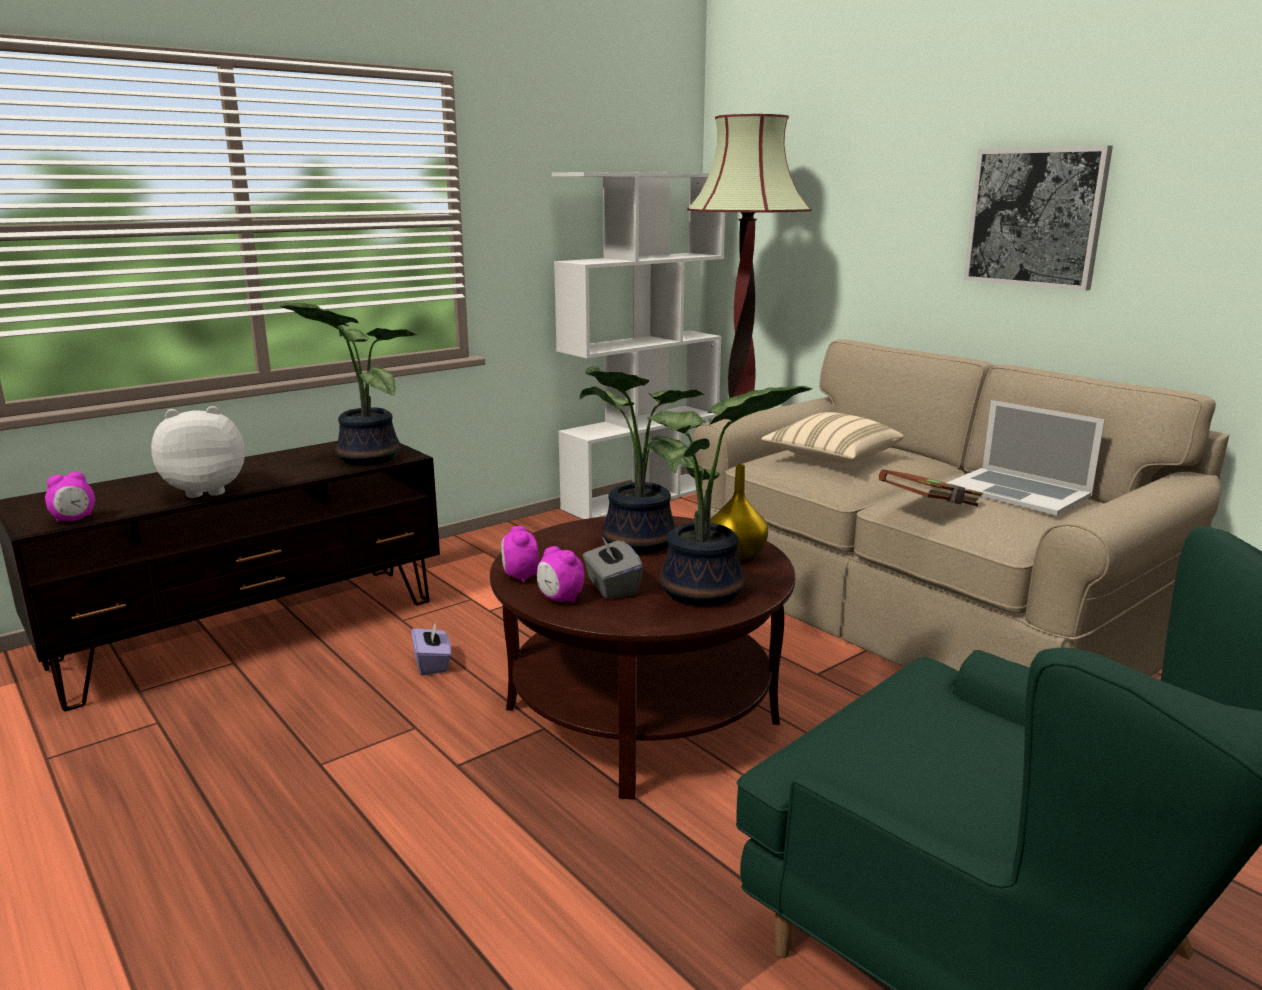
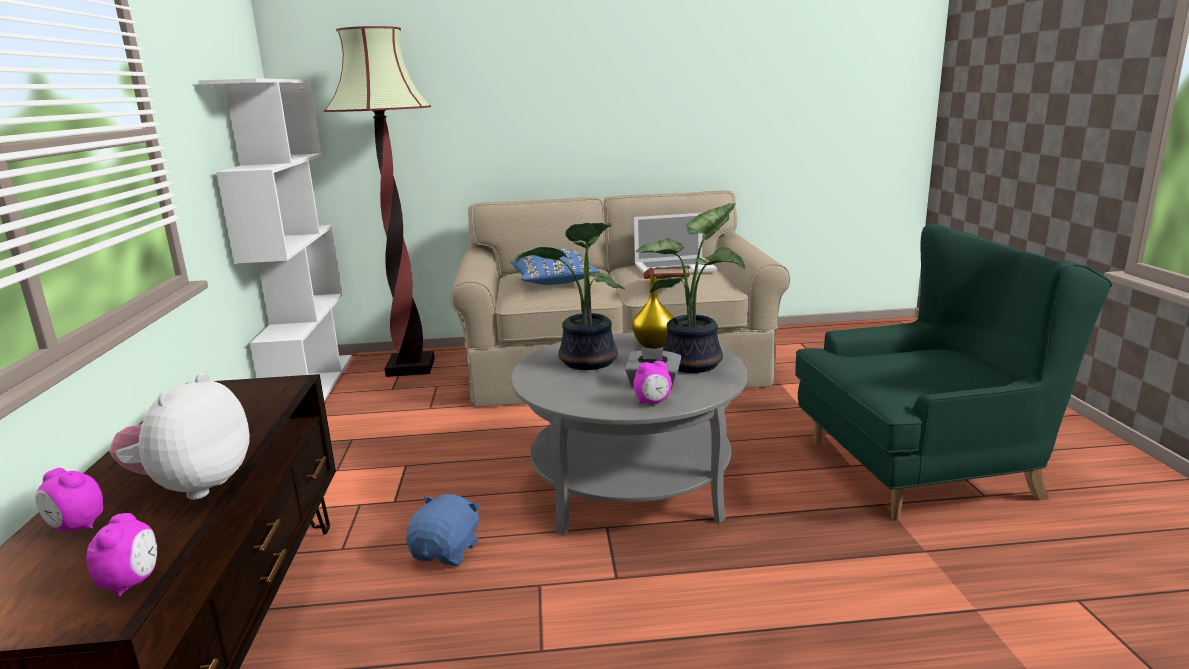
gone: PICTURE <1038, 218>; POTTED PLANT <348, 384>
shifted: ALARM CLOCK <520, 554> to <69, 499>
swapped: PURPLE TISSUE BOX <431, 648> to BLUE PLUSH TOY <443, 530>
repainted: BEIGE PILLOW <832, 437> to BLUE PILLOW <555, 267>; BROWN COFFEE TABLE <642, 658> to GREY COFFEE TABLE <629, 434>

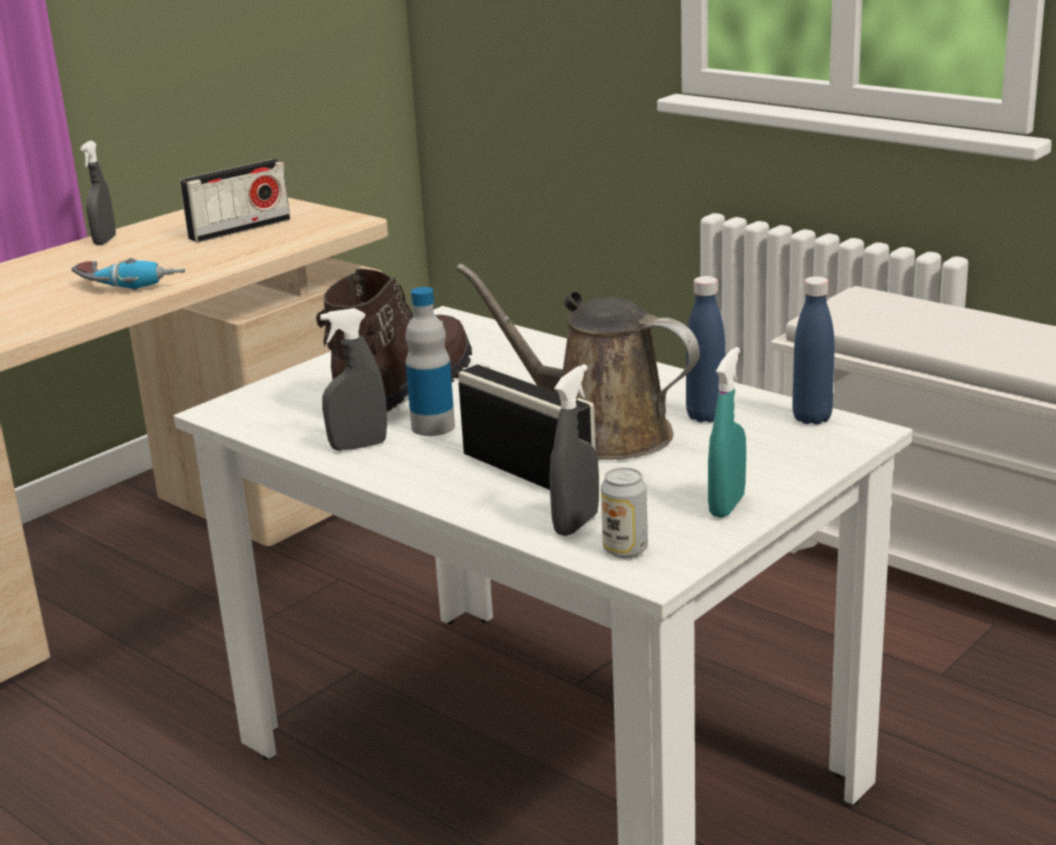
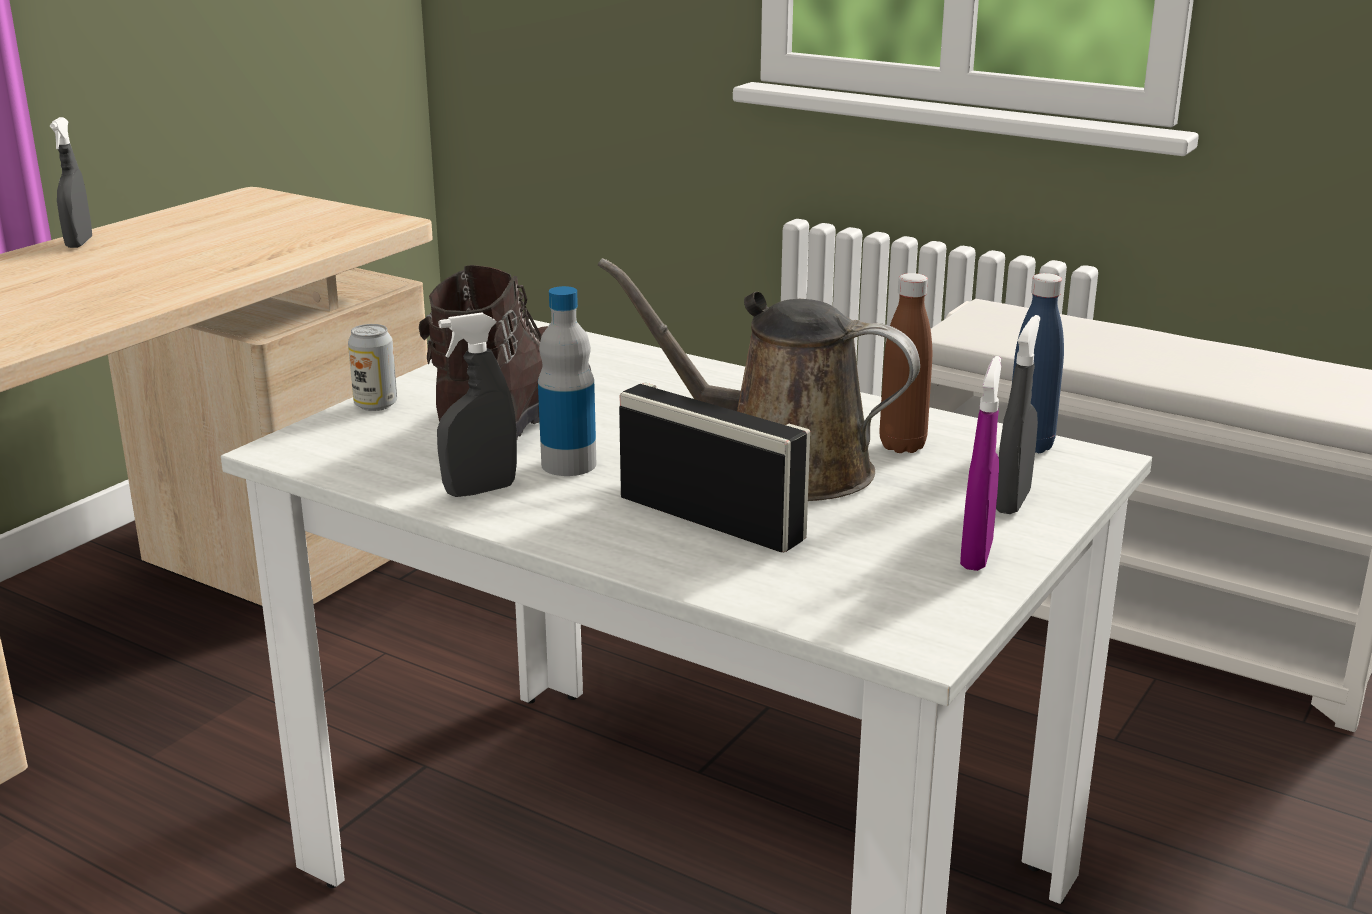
gone: RADIO <235, 200>; POWER DRILL <128, 274>
shifted: GREY SPRAY BOTTLE <574, 450> to <1018, 414>; CAN <624, 513> to <372, 367>
repainted: BLUE BOTTLE <705, 349> to BROWN BOTTLE <906, 363>; TURQUOISE SPRAY BOTTLE <727, 432> to PURPLE SPRAY BOTTLE <980, 463>

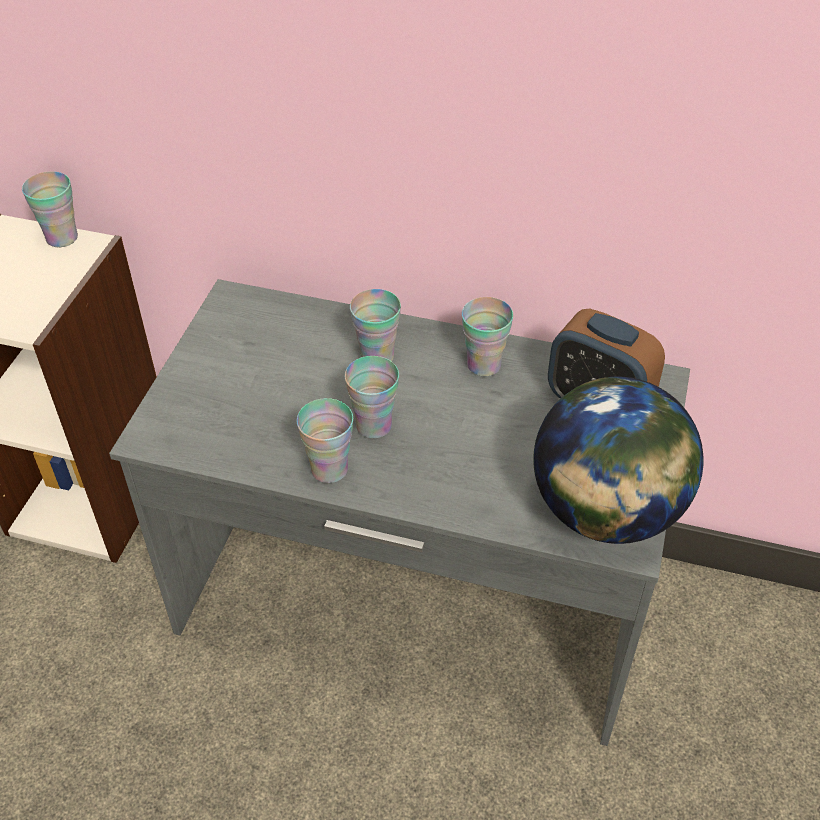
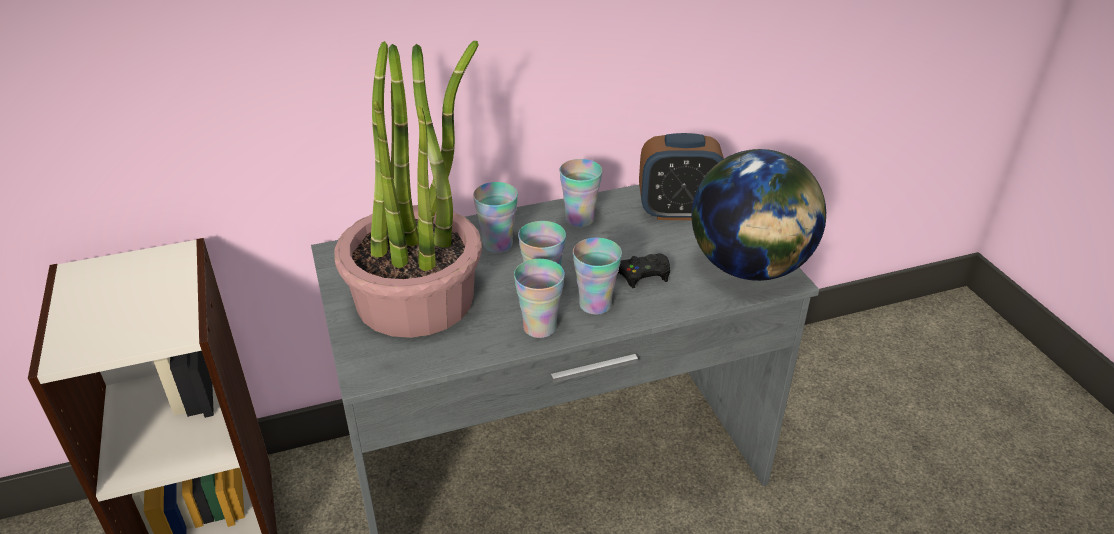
new: POTTED PLANT <408, 189>; BLACK GAME CONTROLLER <644, 271>
shifted: CUP <50, 209> to <597, 276>

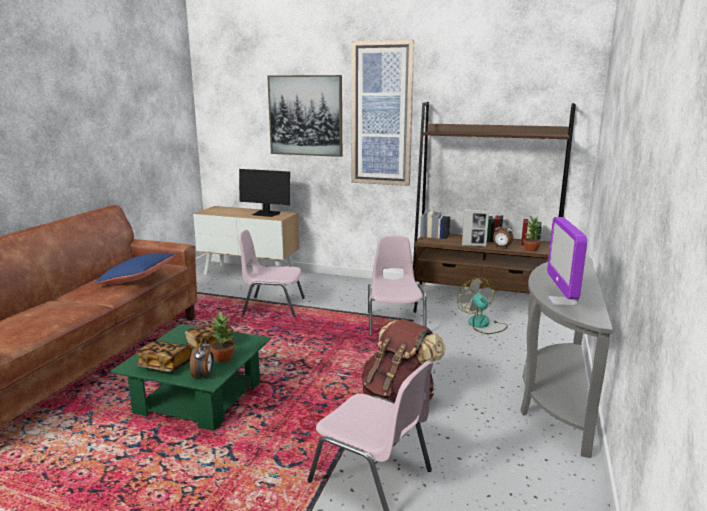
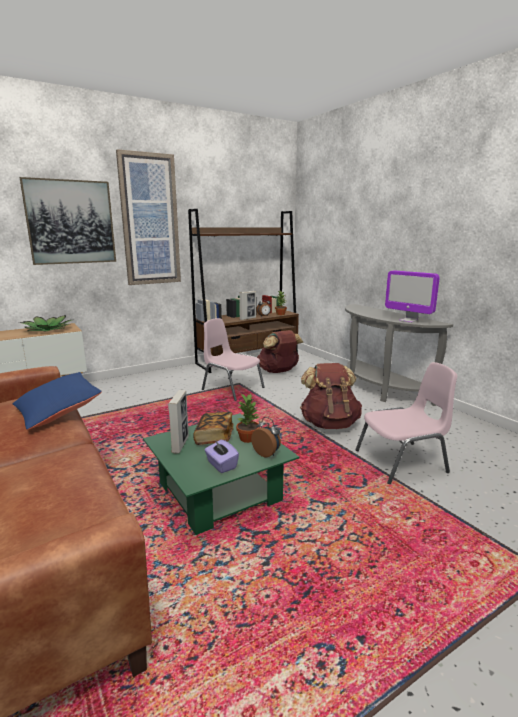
gone: PINK CHAIR <271, 273>
new: PICTURE FRAME <178, 422>
swapped: MONITOR <264, 193> to POTTED PLANT <46, 323>; FAN <482, 306> to BROWN BACKPACK <280, 351>; BOOK <164, 356> to PURPLE TISSUE BOX <221, 456>

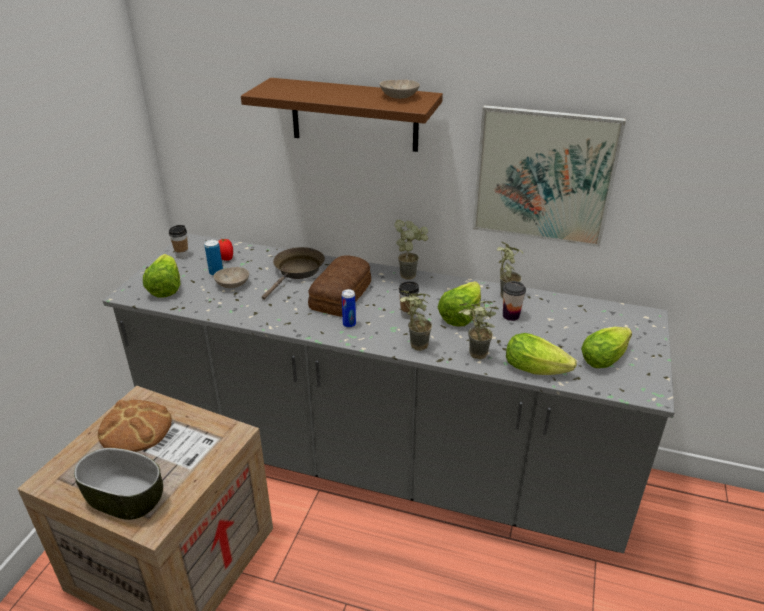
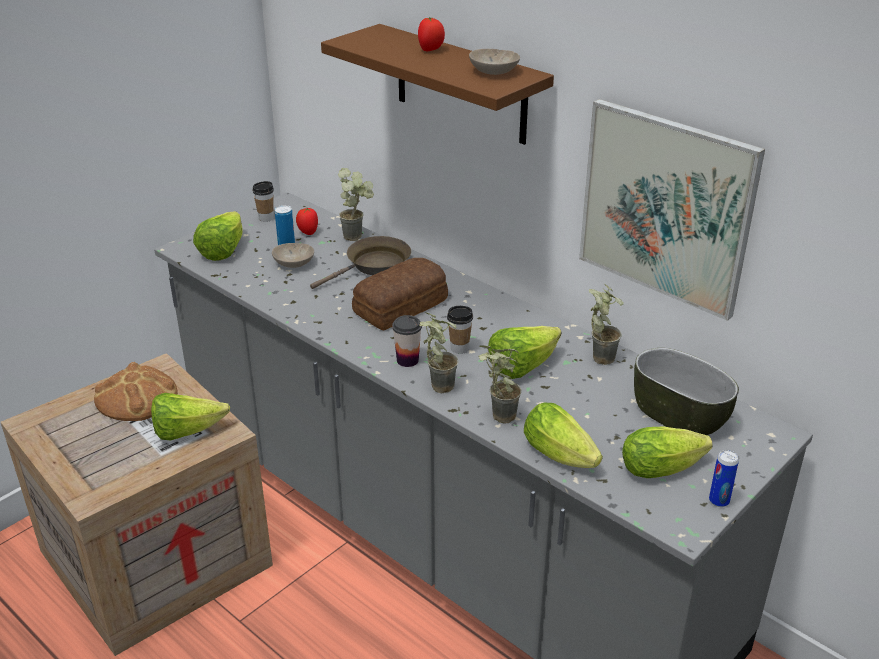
new: TOMATO <431, 34>; LETTUCE <190, 416>
shifted: POTTED PLANT <411, 250> to <356, 204>; CUP <514, 301> to <407, 341>; CAN <349, 308> to <724, 478>; BOWL <118, 484> to <686, 391>

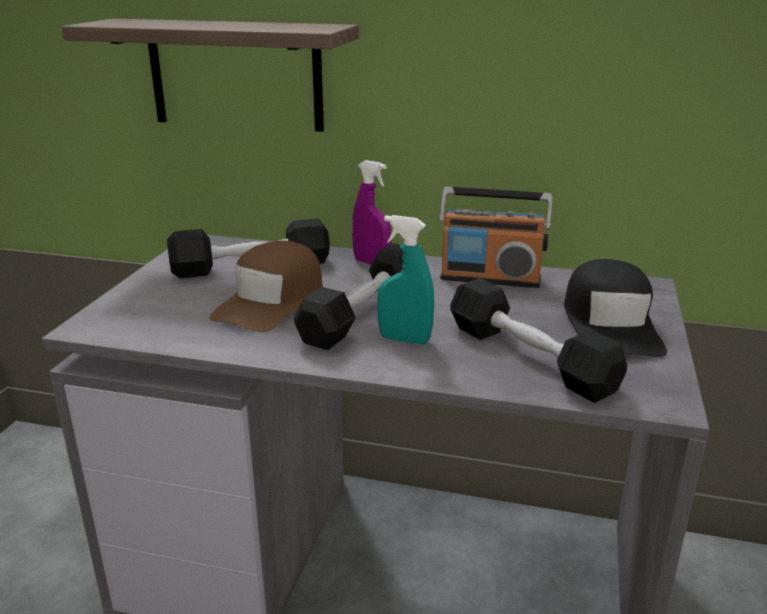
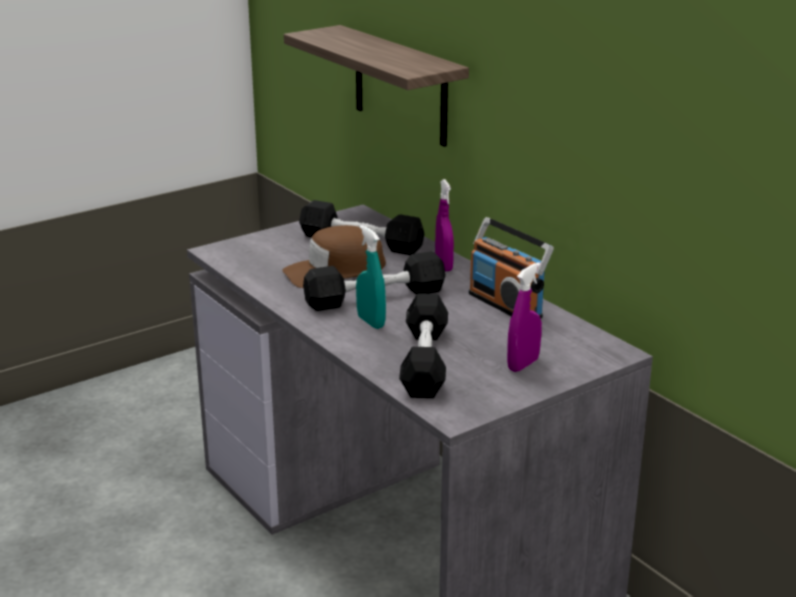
swapped: BLACK CAP <615, 308> to PURPLE SPRAY BOTTLE <524, 317>

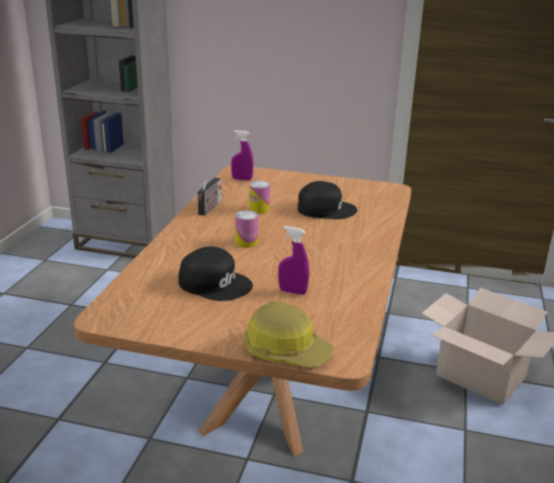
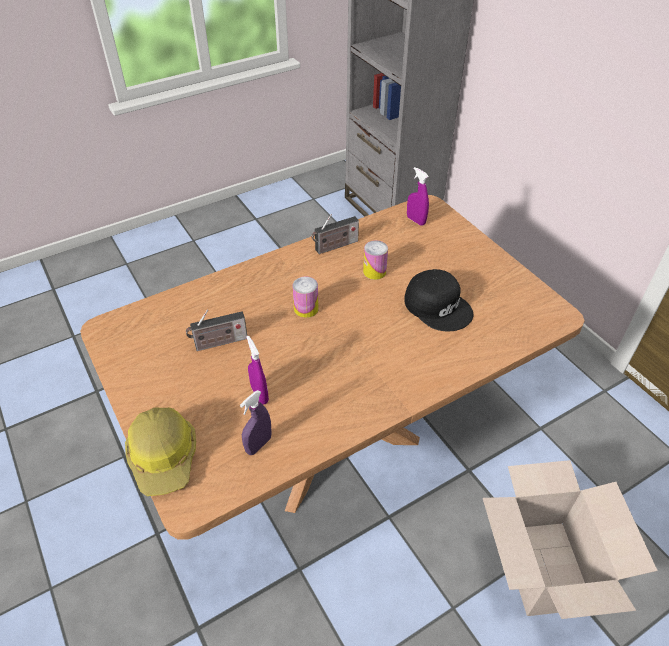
new: PURPLE SPRAY BOTTLE <256, 422>
swapped: BLACK CAP <215, 274> to RADIO <216, 330>

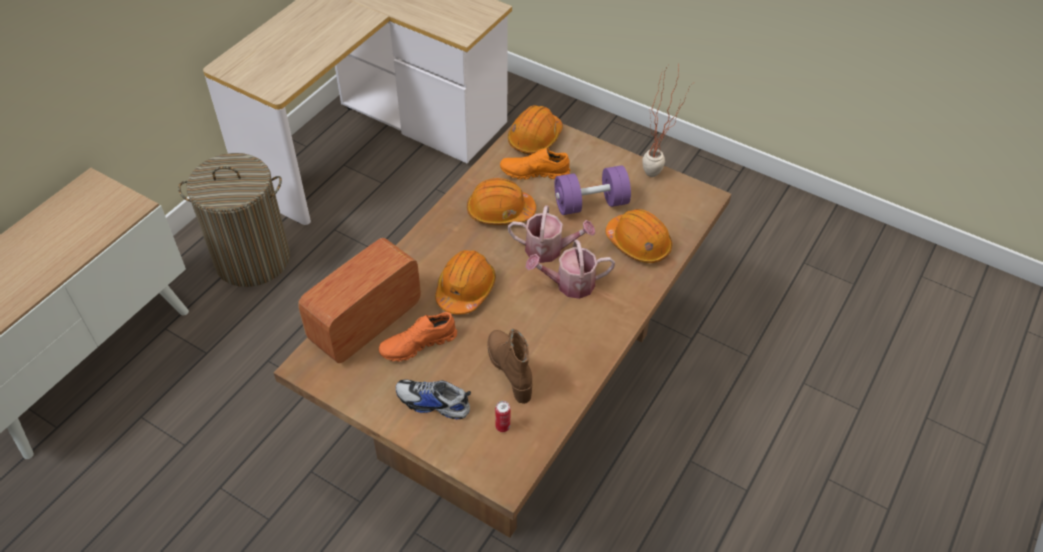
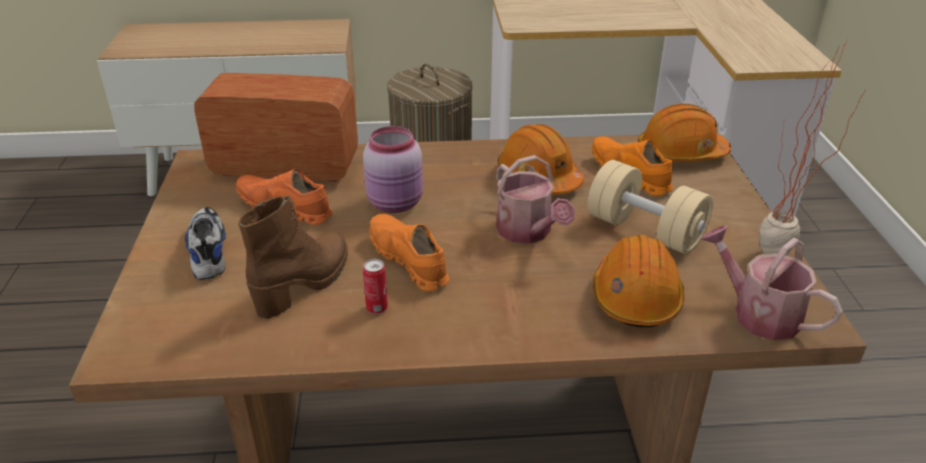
new: ORANGE SHOE <409, 253>
shifted: WATERING CAN <570, 269> to <772, 282>; CAN <502, 416> to <375, 286>
swapped: ORANGE HARD HAT <465, 282> to PINK JAR <393, 169>
repainted: PURPLE DUMBBELL <592, 190> to BEIGE DUMBBELL <650, 207>

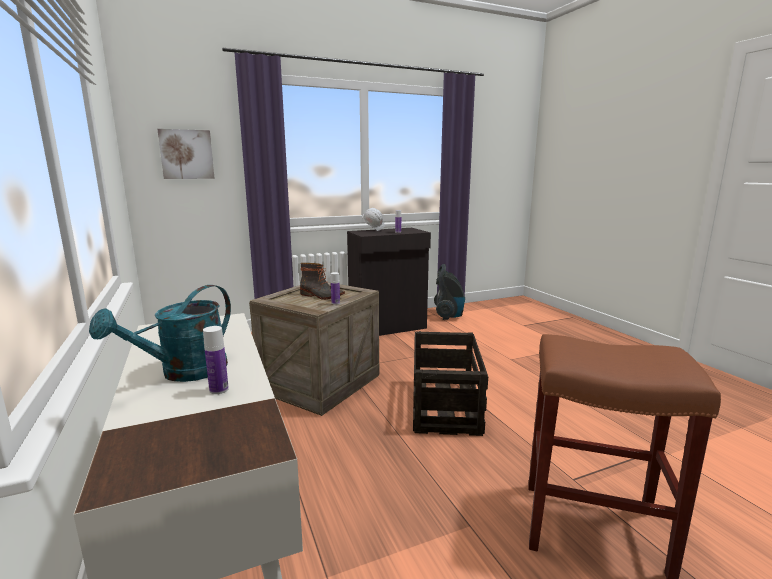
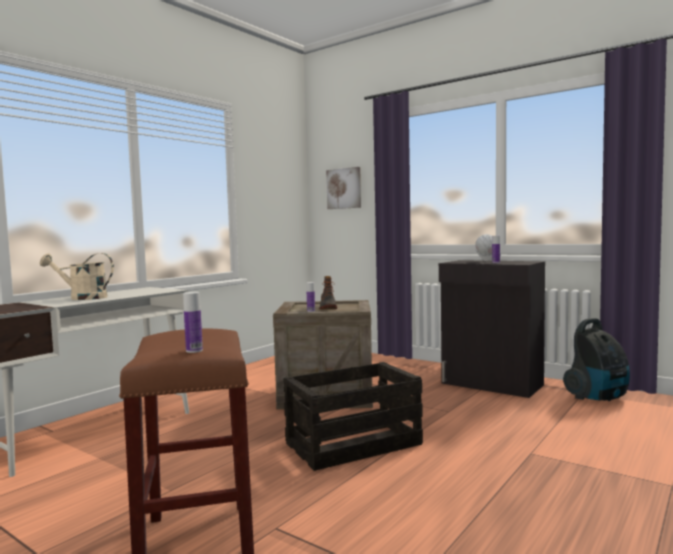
shifted: BOTTLE <216, 360> to <193, 322>
repainted: TURQUOISE WATERING CAN <160, 333> to BEIGE WATERING CAN <77, 276>

